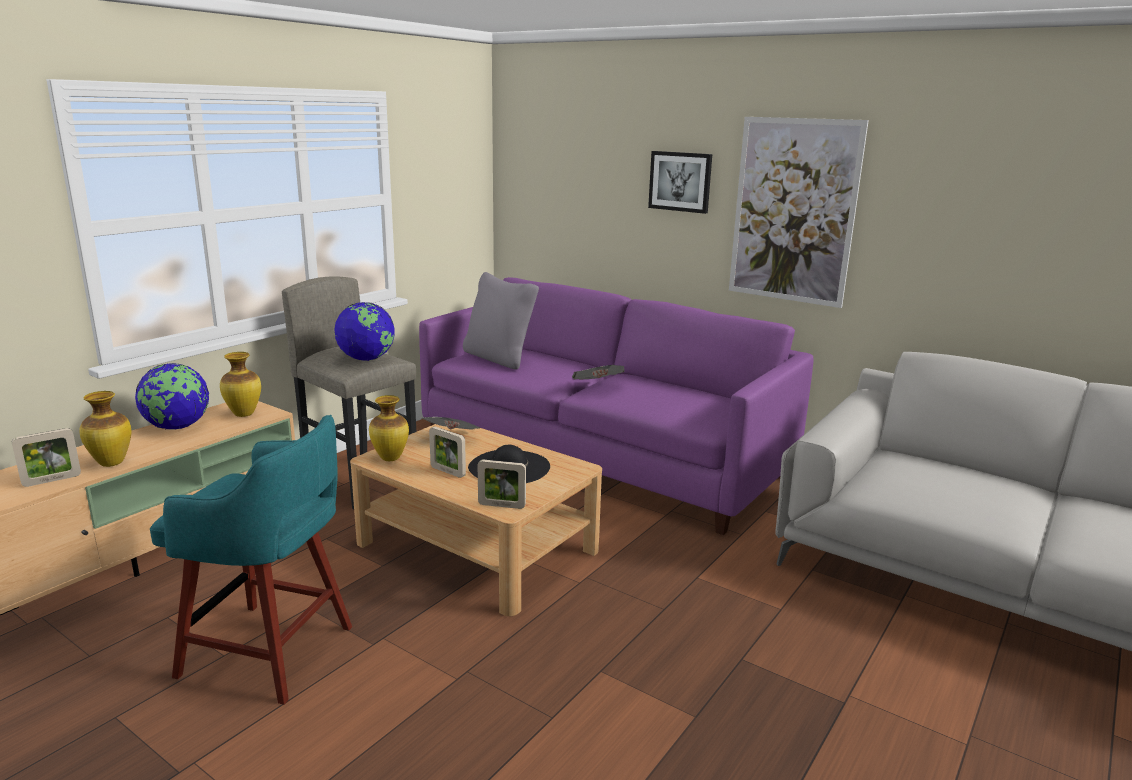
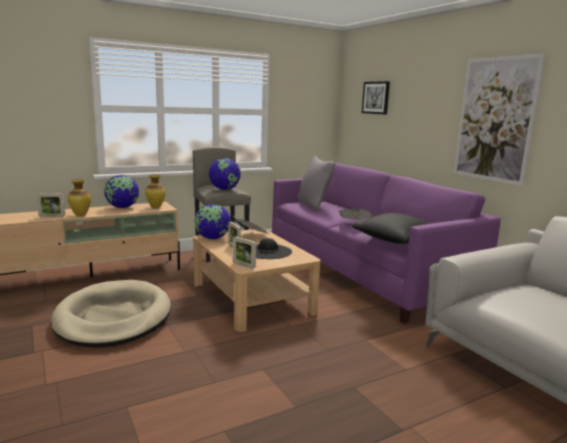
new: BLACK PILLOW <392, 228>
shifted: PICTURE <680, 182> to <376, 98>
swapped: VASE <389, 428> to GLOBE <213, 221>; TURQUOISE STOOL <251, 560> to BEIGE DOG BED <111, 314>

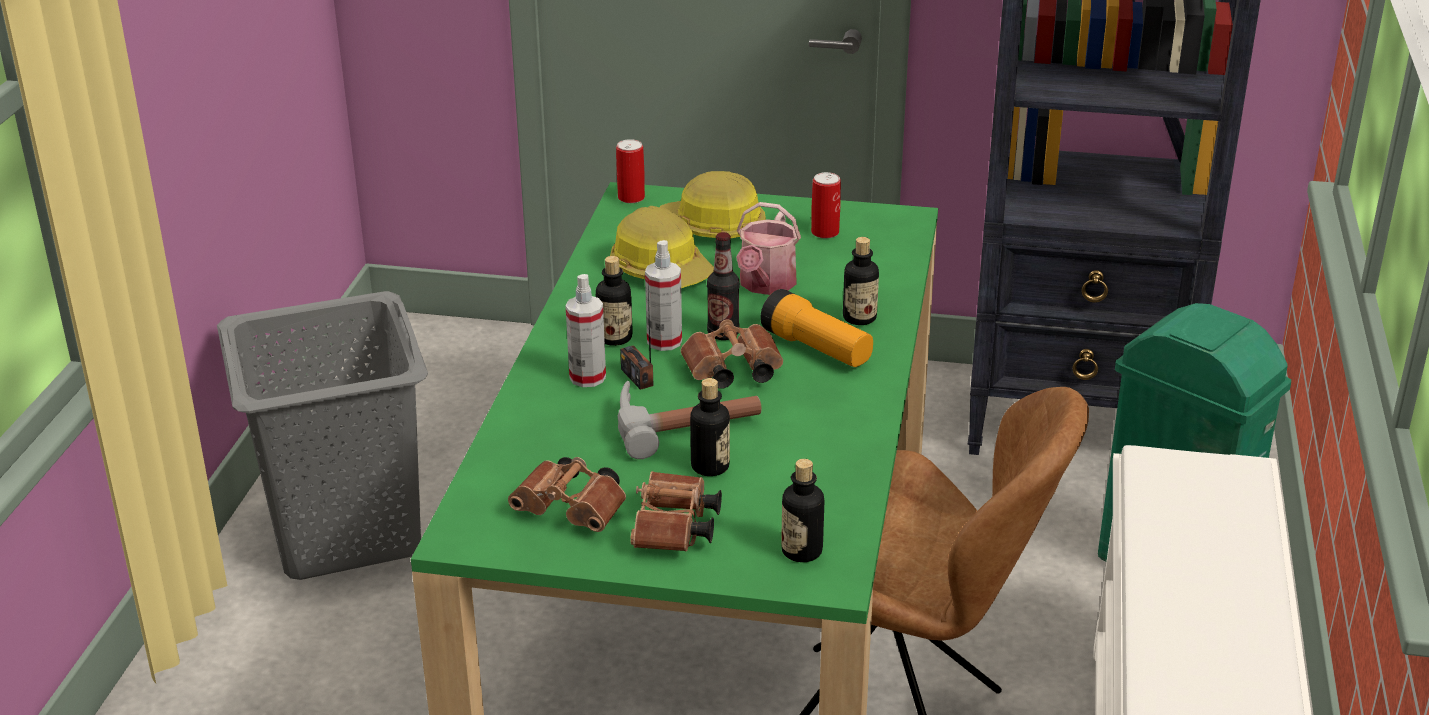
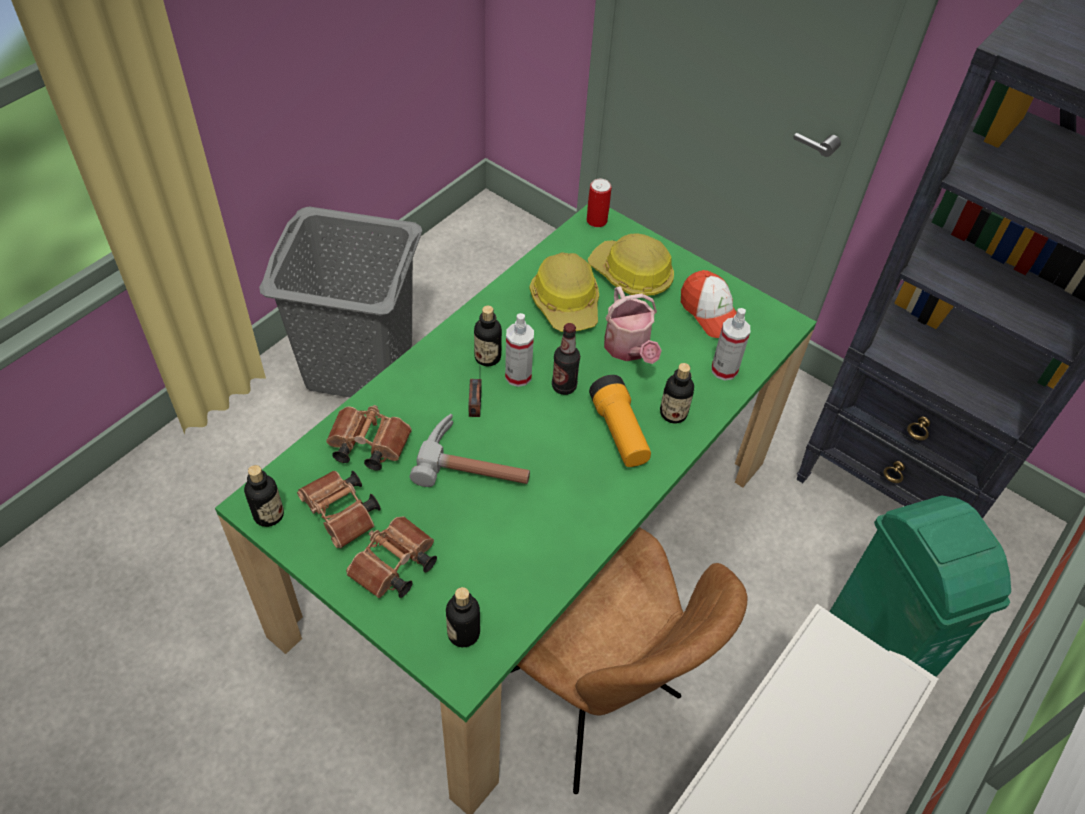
shifted: SPRAY BOTTLE <585, 330> to <731, 344>; BROWN BINOCULARS <732, 354> to <369, 438>; BOTTLE <710, 427> to <264, 496>
swapped: CAN <826, 205> to CAP <709, 304>
rotated: WATERING CAN <768, 248> = <633, 325> 60 degrees counterclockwise

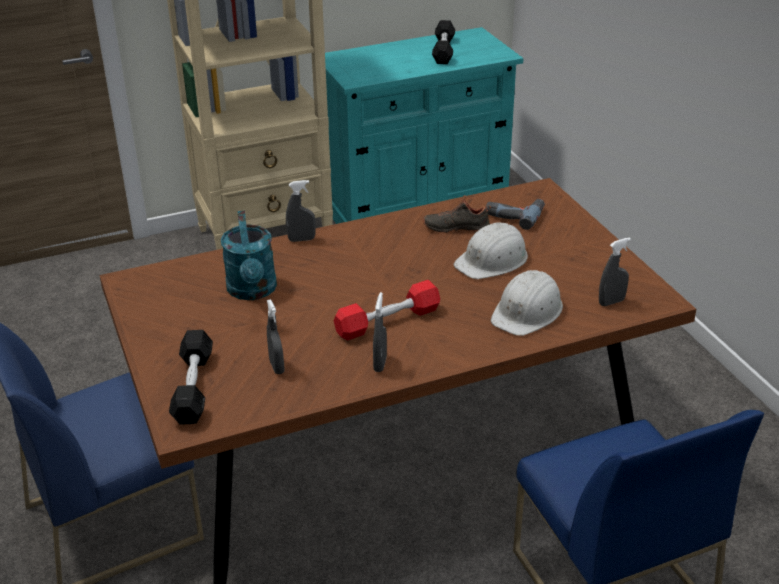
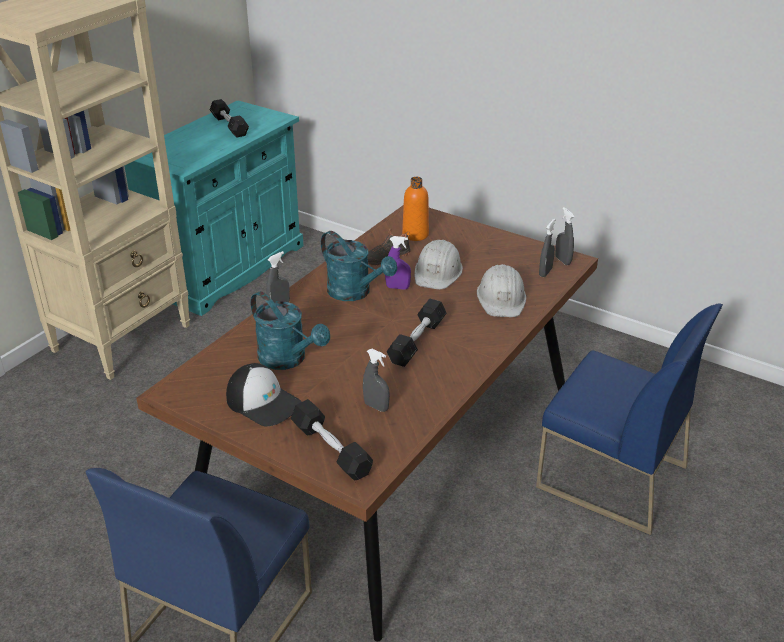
new: TURQUOISE WATERING CAN <359, 266>; PURPLE SPRAY BOTTLE <398, 262>; CAP <264, 395>
shifted: GREY SPRAY BOTTLE <380, 332> to <564, 236>
swapped: POWER DRILL <515, 214> to ORANGE BOTTLE <415, 209>
repainted: RED DUMBBELL <387, 310> to BLACK DUMBBELL <417, 333>

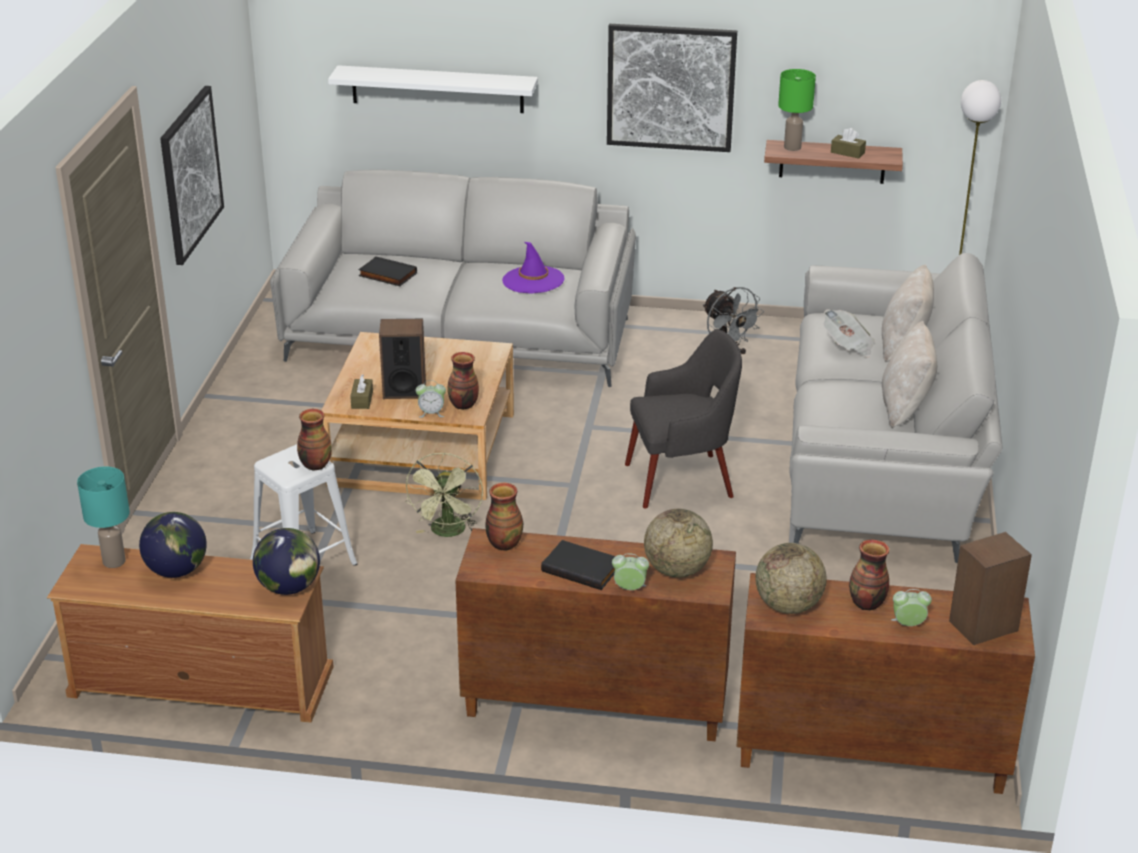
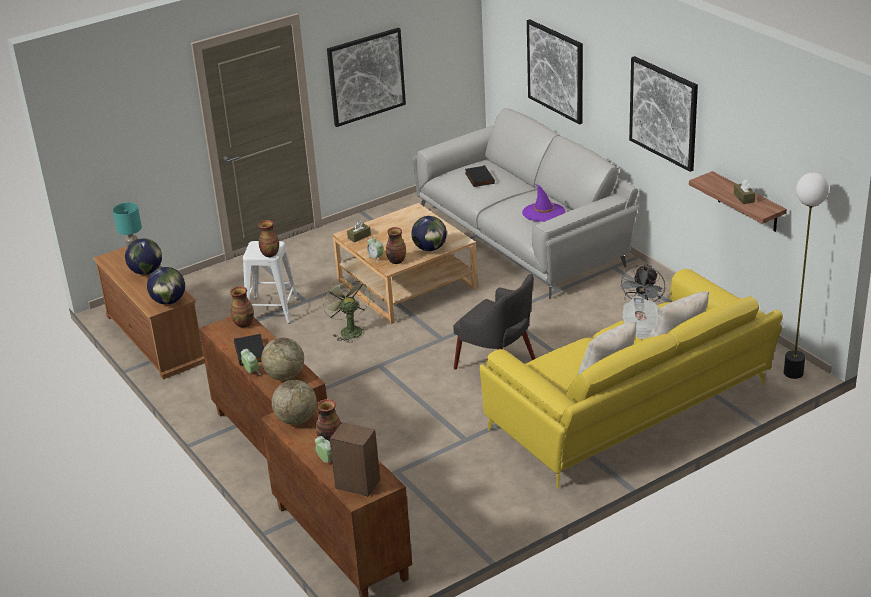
gone: GREEN TABLE LAMP <797, 110>; SPEAKER <402, 359>
new: GLOBE <429, 233>
swapped: WHITE SHELF <433, 89> to PICTURE <555, 72>
repainted: GREY SOFA <896, 408> to YELLOW SOFA <631, 379>
rotated: GREEN FAN <444, 495> = <346, 310> 105 degrees clockwise

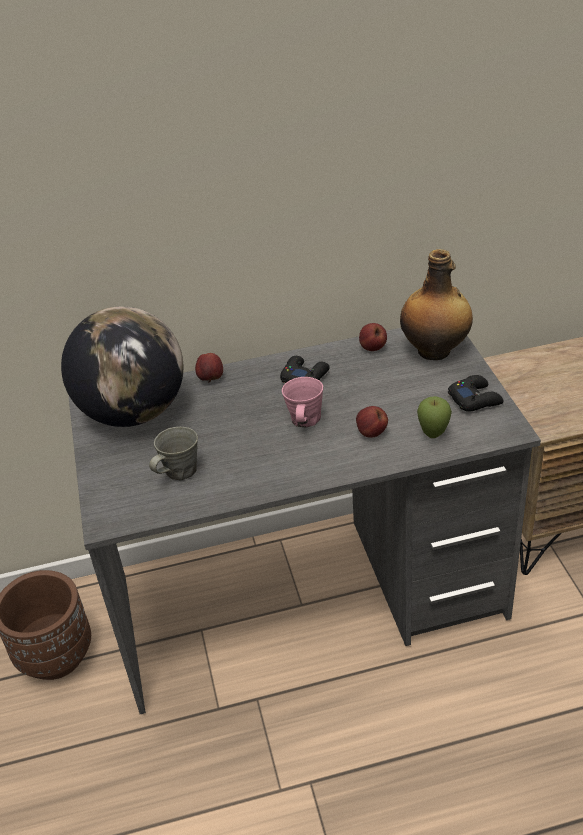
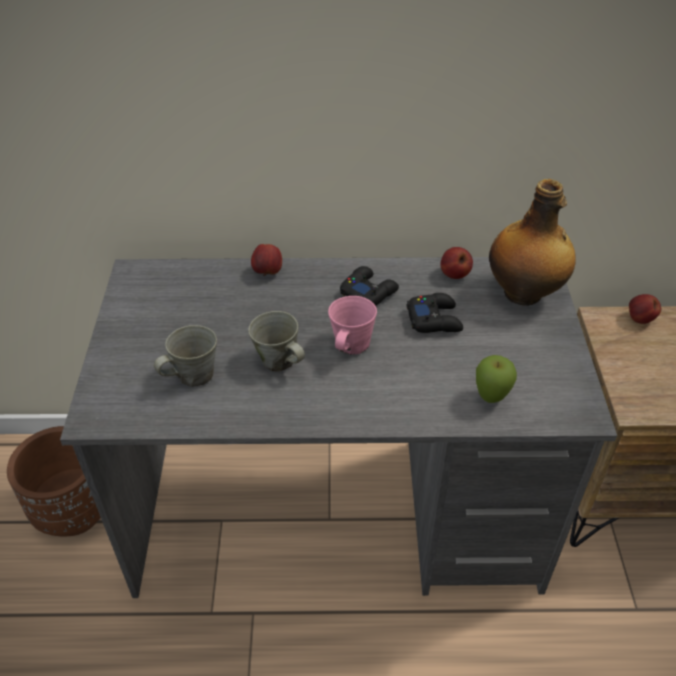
gone: GLOBE <122, 366>
new: GREY MUG <276, 341>
shifted: BLACK GAME CONTROLLER <476, 393> to <434, 313>; APPLE <372, 422> to <645, 309>

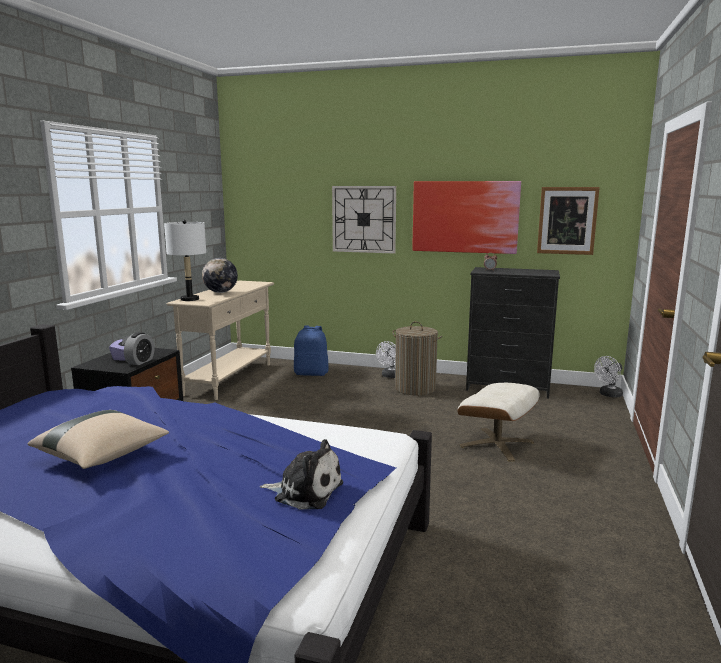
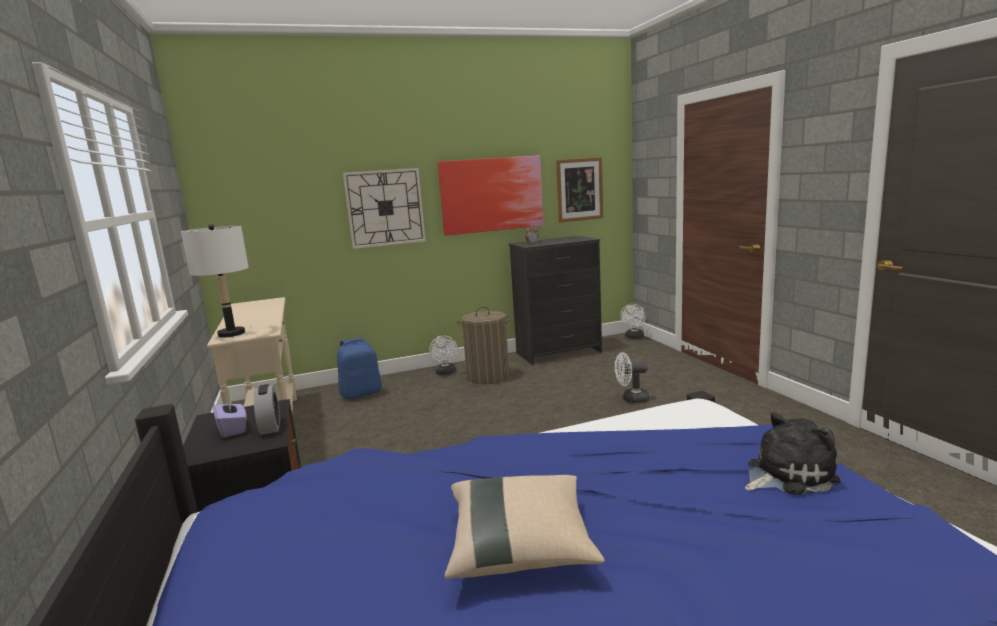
gone: GLOBE <220, 275>
swapped: BEIGE OTTOMAN <498, 422> to WHITE FAN <632, 377>

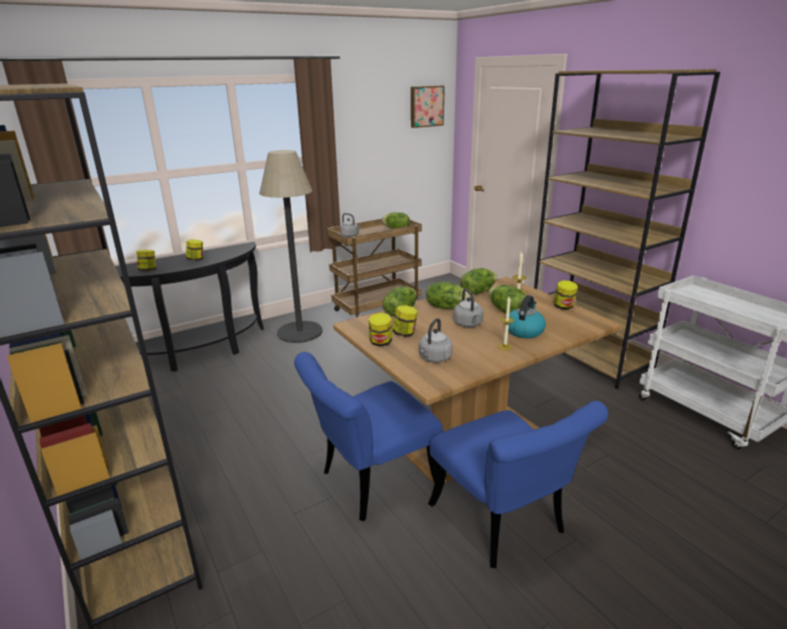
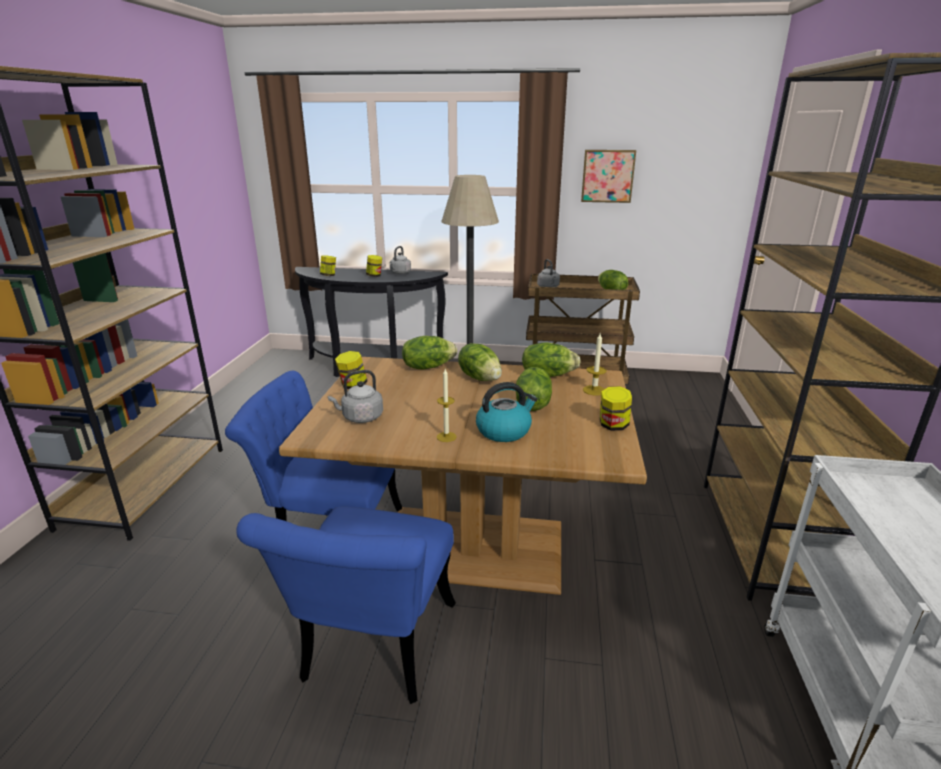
gone: JAR <405, 321>
shifted: PICTURE <428, 107> to <608, 176>; GREY KETTLE <468, 307> to <400, 260>

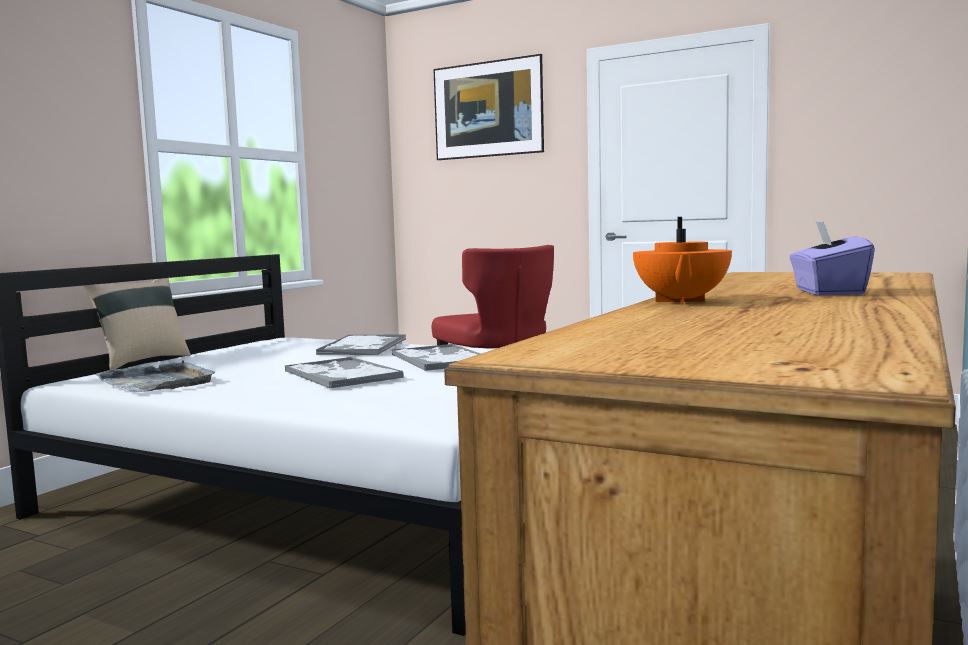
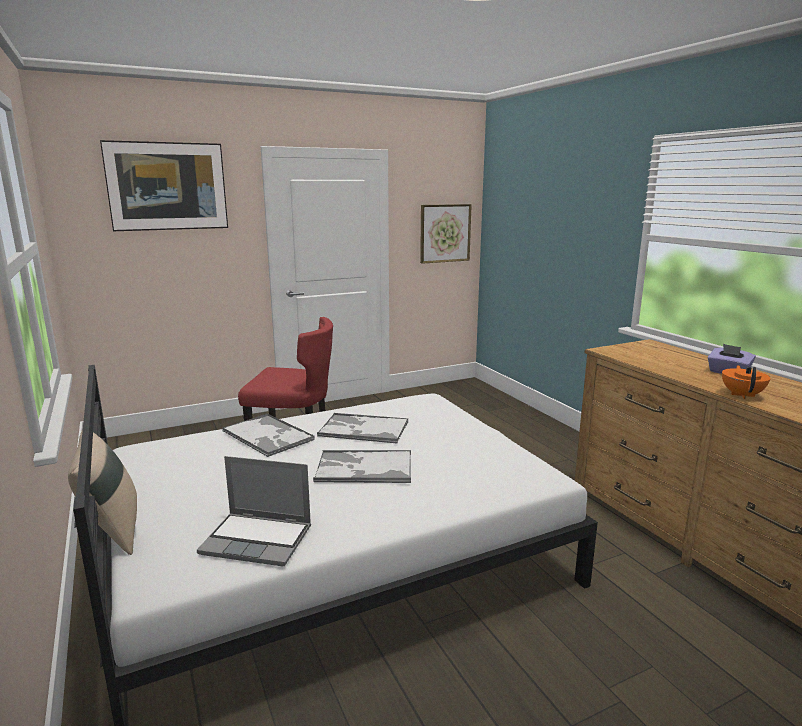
new: PICTURE <446, 234>
swapped: GREY TRAY <155, 376> to LAPTOP <254, 511>
rotated: ORANGE TEAPOT <682, 261> = <746, 382> 120 degrees counterclockwise

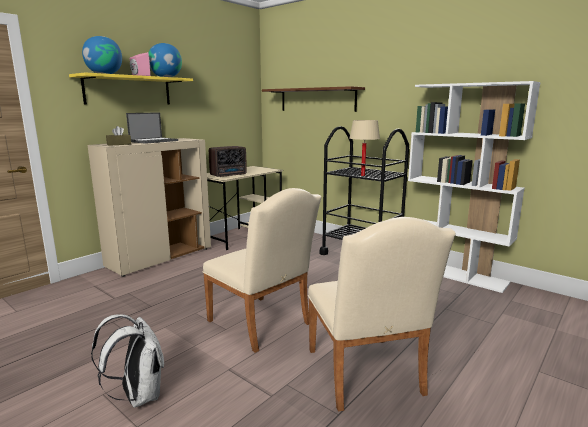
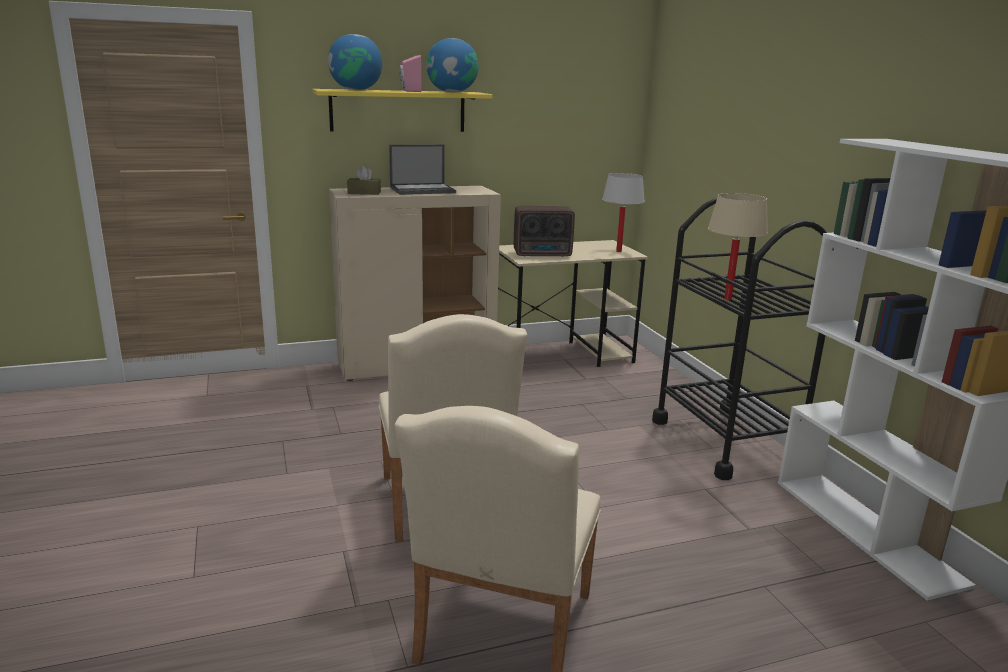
gone: BROWN SHELF <313, 99>; WHITE BACKPACK <127, 361>
new: WHITE TABLE LAMP <623, 212>

